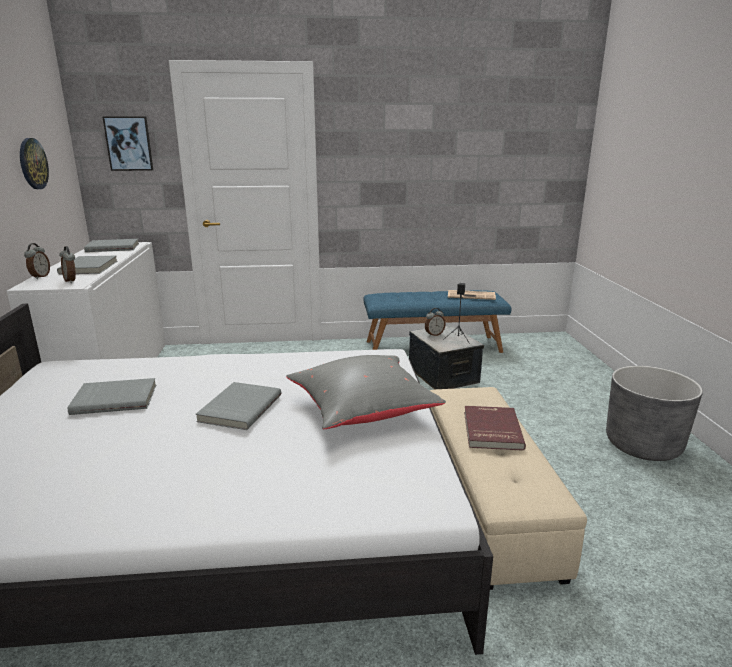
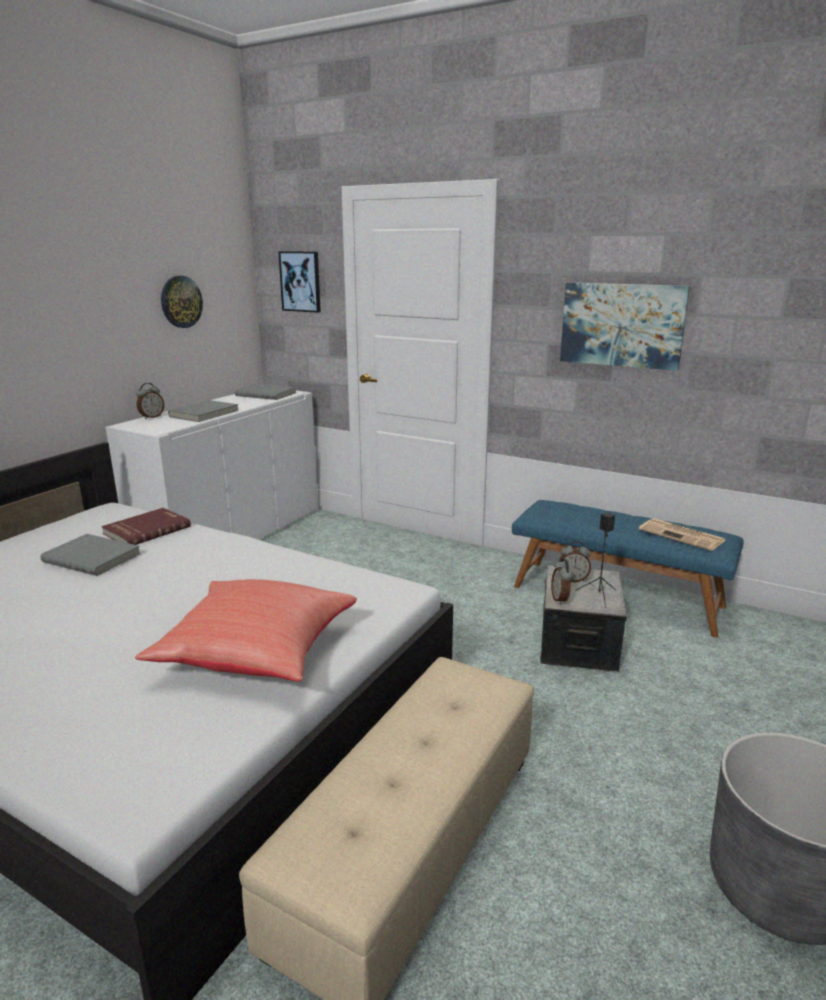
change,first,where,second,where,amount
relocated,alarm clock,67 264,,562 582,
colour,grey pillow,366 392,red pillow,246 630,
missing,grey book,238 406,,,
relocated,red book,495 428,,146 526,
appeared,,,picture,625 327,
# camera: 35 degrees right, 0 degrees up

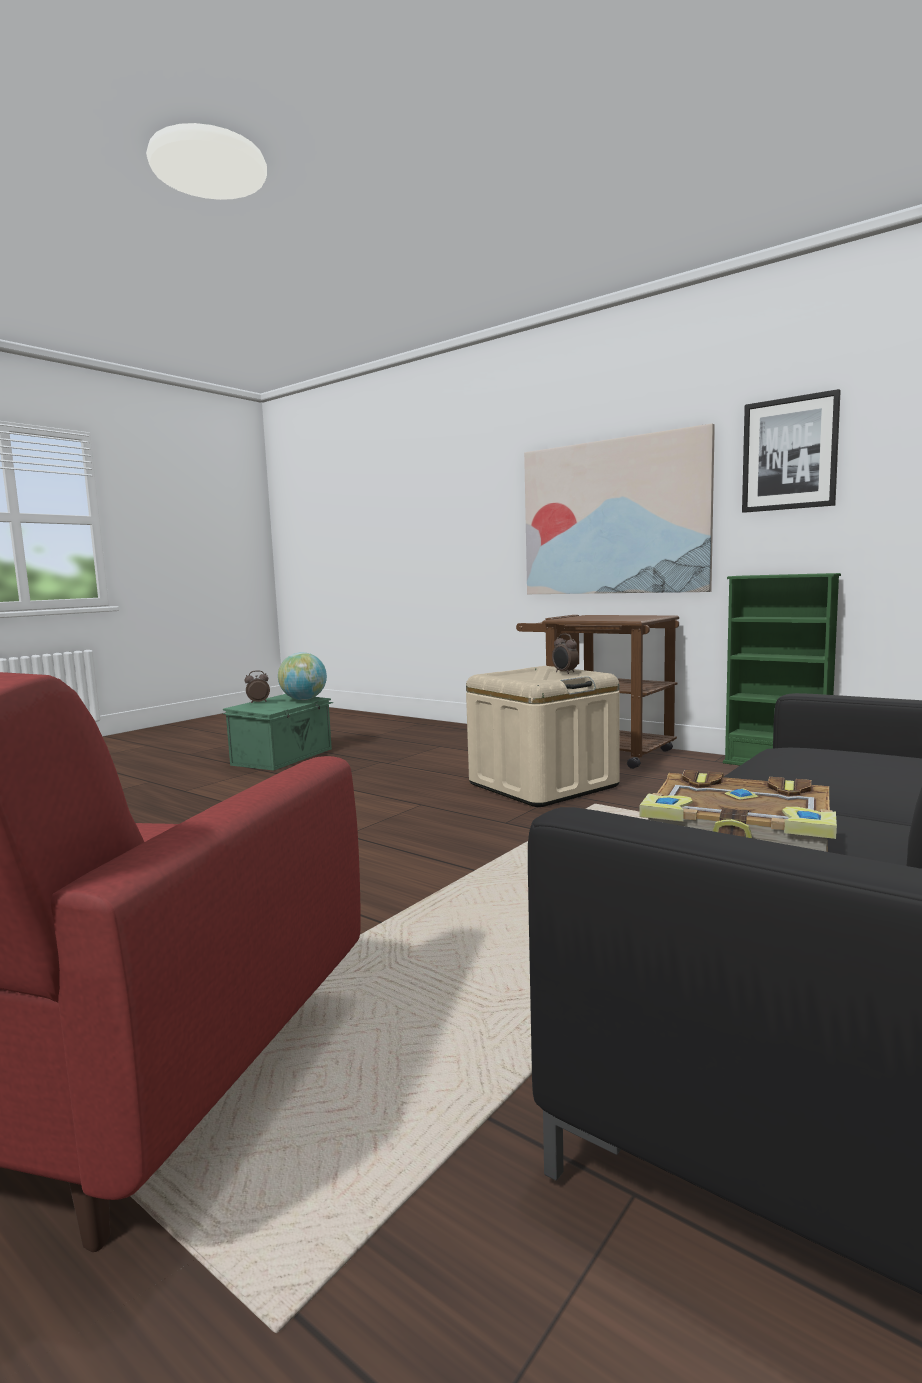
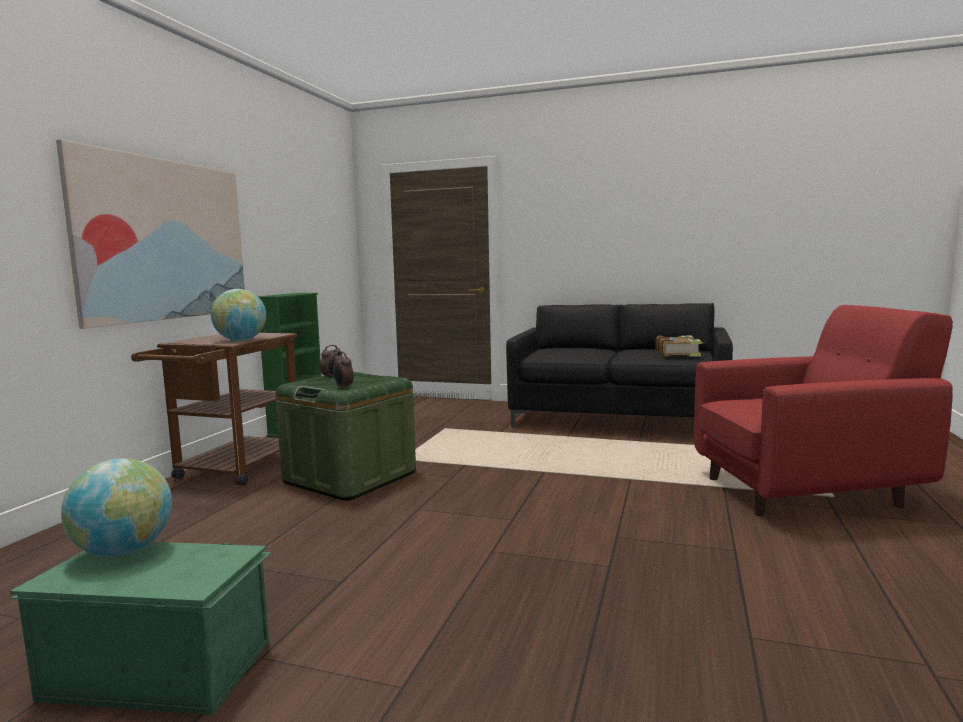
change,first,where,second,where,amount
missing,picture,791 451,,,
colour,beige storage box,543 736,green storage box,345 436,
relocated,alarm clock,257 686,,343 370,
appeared,,,globe,238 315,
# camera: 110 degrees left, 0 degrees up

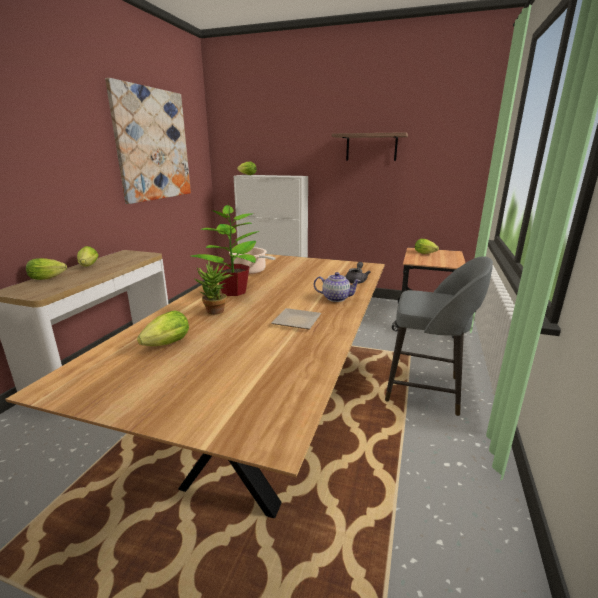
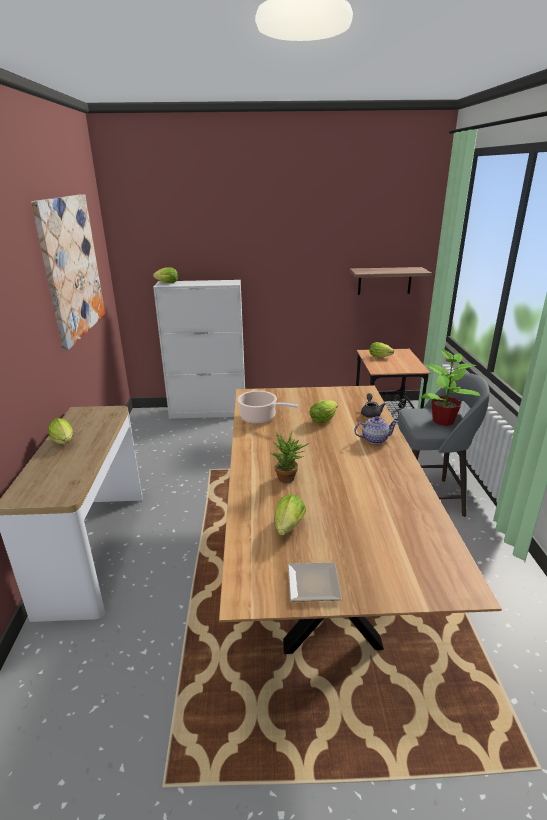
change,first,where,second,where,amount
relocated,shelf,370 146,,391 281,
relocated,potted plant,225 249,,451 387,
relocated,lettuce,46 269,,323 411,
relocated,plate,296 318,,315 582,
# camera: 20 degrees left, 5 degrees up

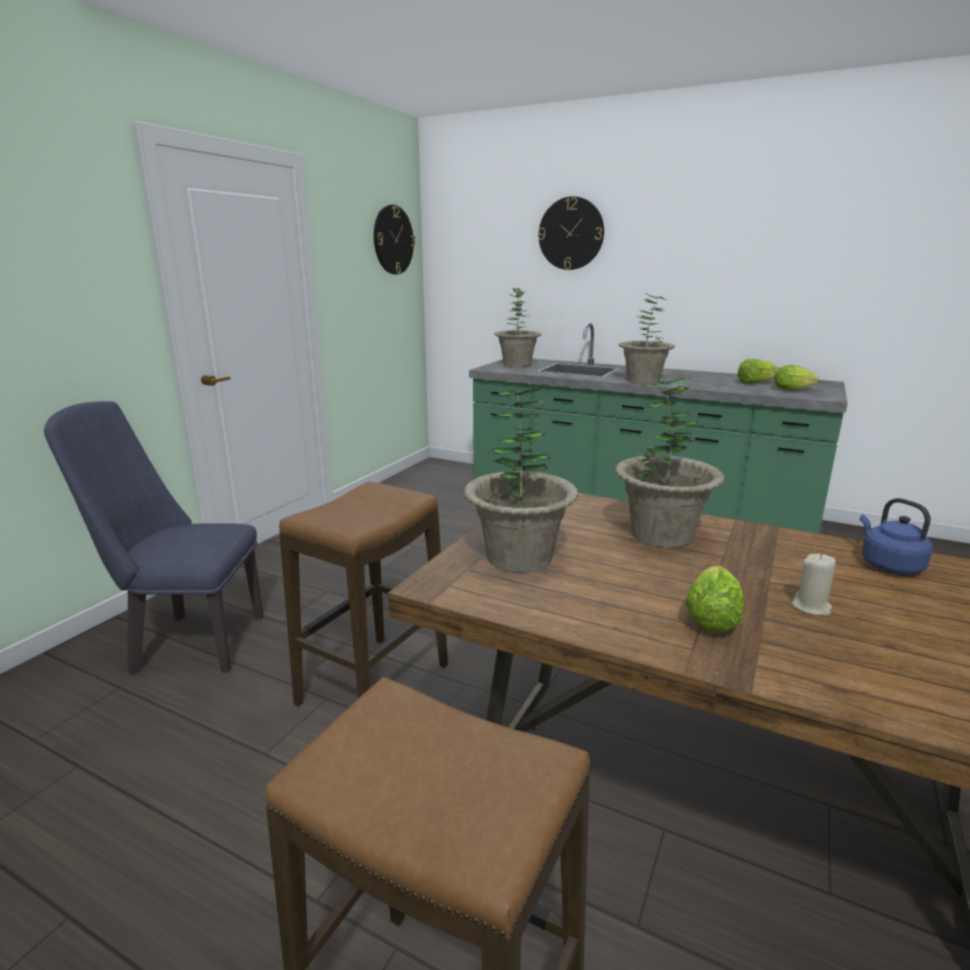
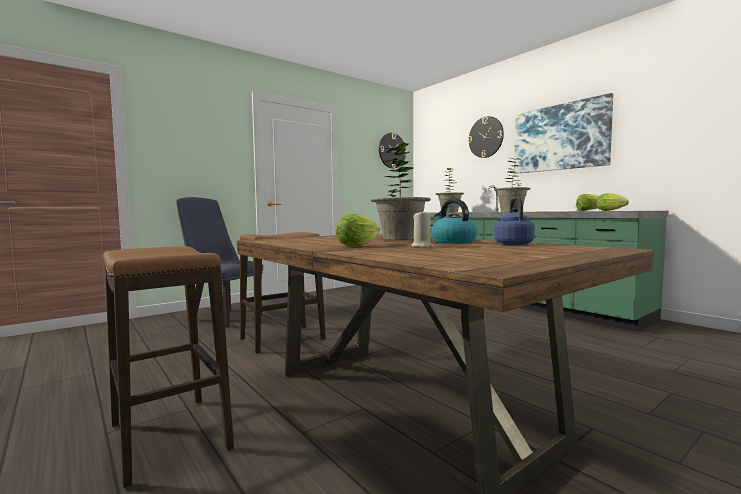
change,first,where,second,where,amount
missing,potted plant,521 481,,,
appeared,,,picture,563 133,
appeared,,,kettle,454 221,
# camera: 25 degrees right, 15 degrees down

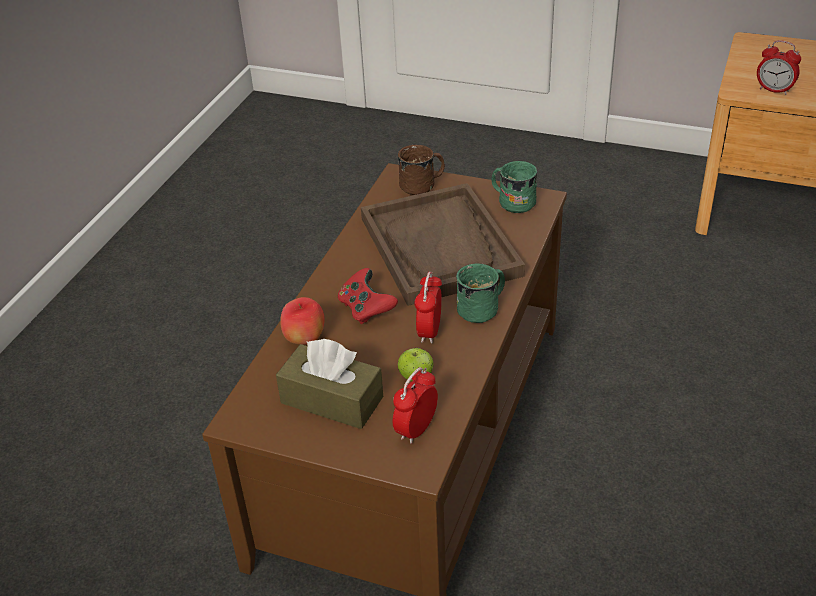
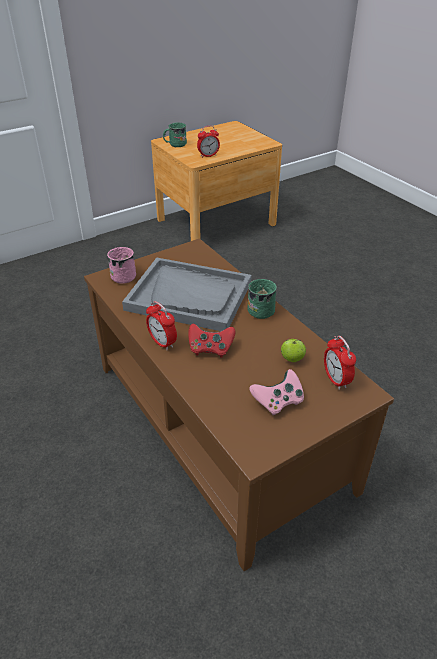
change,first,where,second,where,amount
colour,brown mug,421 170,pink mug,121 265,
relocated,green mug,514 187,,175 135,
colour,brown tray,443 244,grey tray,187 294,
relocated,alarm clock,428 308,,161 326,
missing,apple,302 321,,,
exchanged,brown tissue box,329 384,pink game controller,276 392,
# camera: 55 degrees left, 0 degrees up

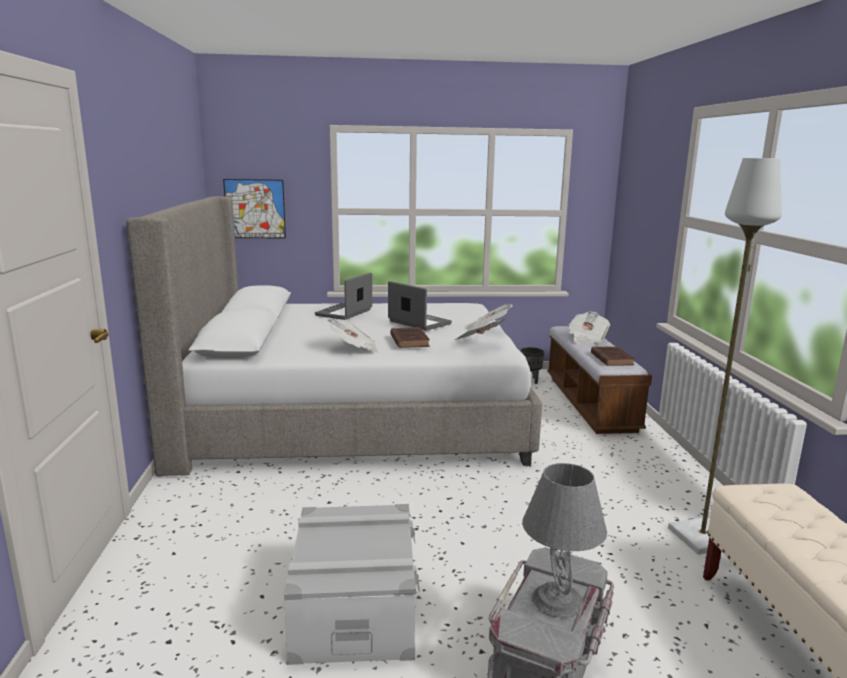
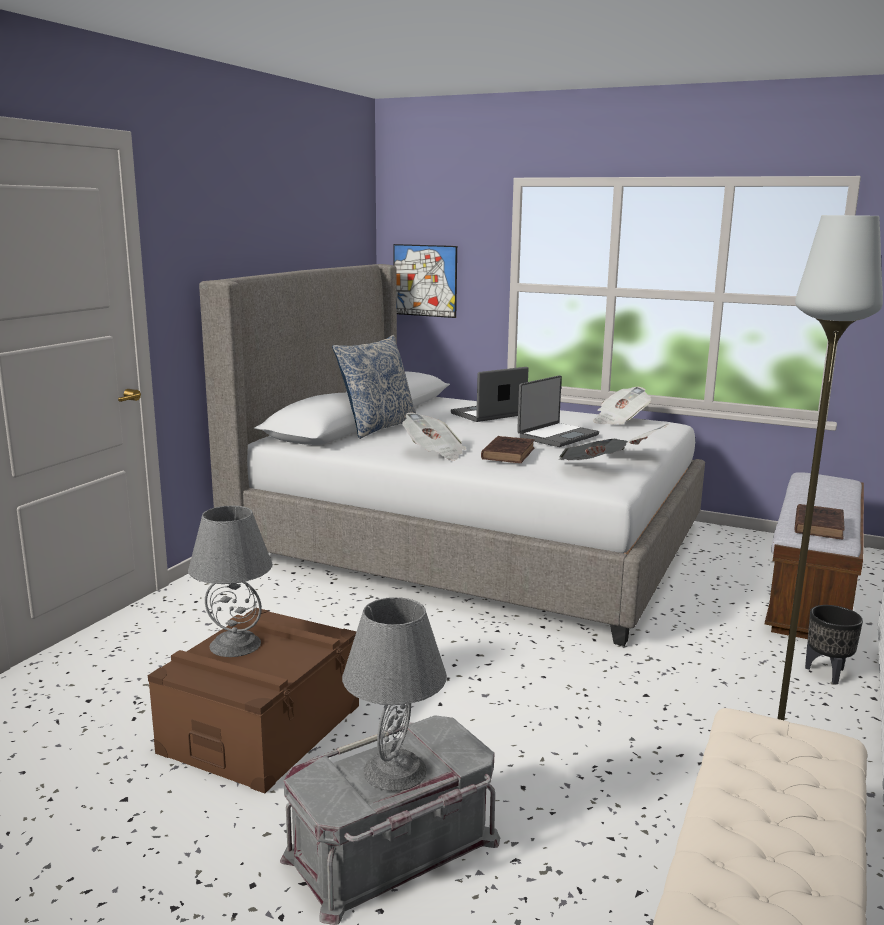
change,first,where,second,where,amount
spun,laptop,420 306,,558 411,60 degrees clockwise
relocated,newspaper,589 328,,622 406,
relocated,black planter,532 365,,834 644,
colour,grey storage box,352 584,brown storage box,253 701,
appeared,,,pillow,374 387,
appeared,,,grey table lamp,230 581,
# camera: 30 degrees right, 0 degrees up

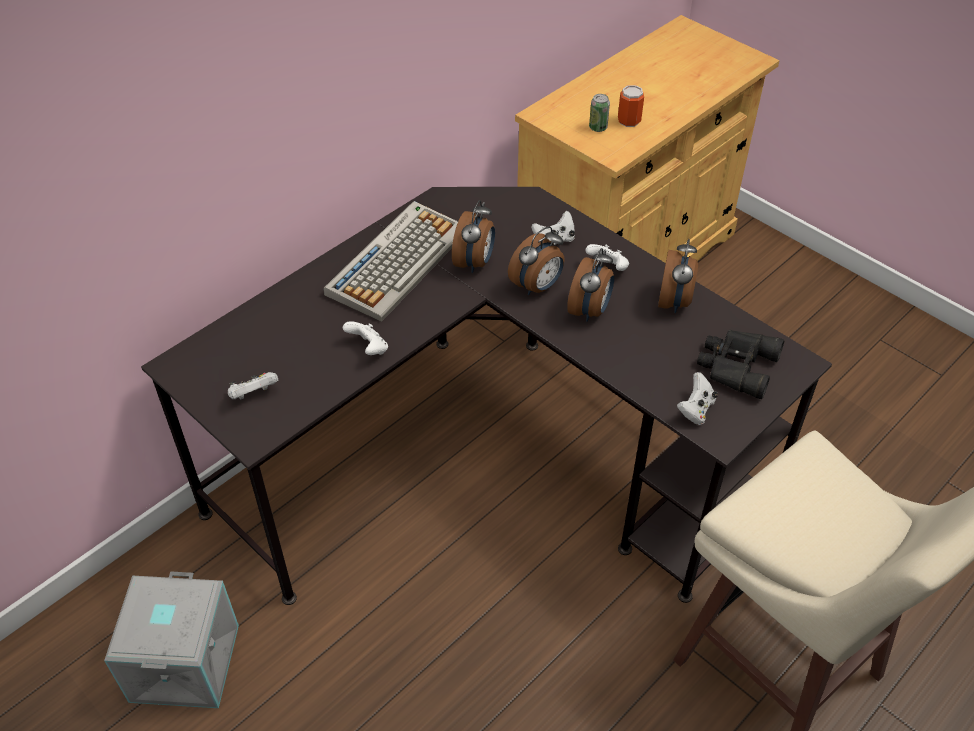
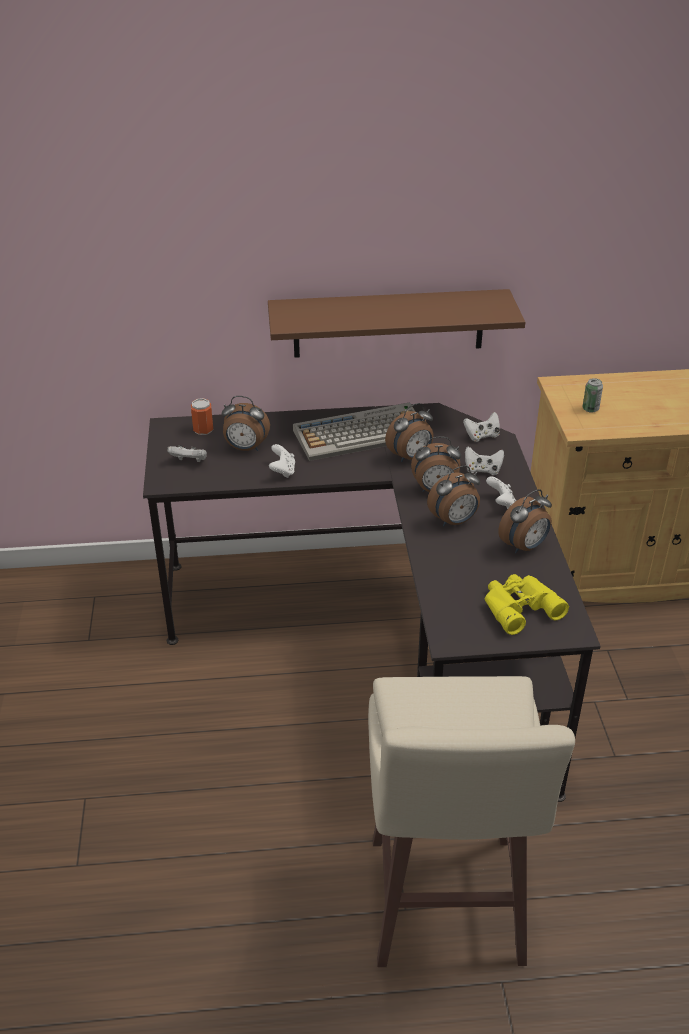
change,first,where,second,where,amount
relocated,can,631 106,,202 416,
colour,black binoculars,740 364,yellow binoculars,526 604,
relocated,white game controller,697 398,,481 427,
missing,grey storage box,171 639,,,
appeared,,,brown shelf,396 323,
appeared,,,alarm clock,246 423,
# camera: 40 degrees right, 10 degrees down

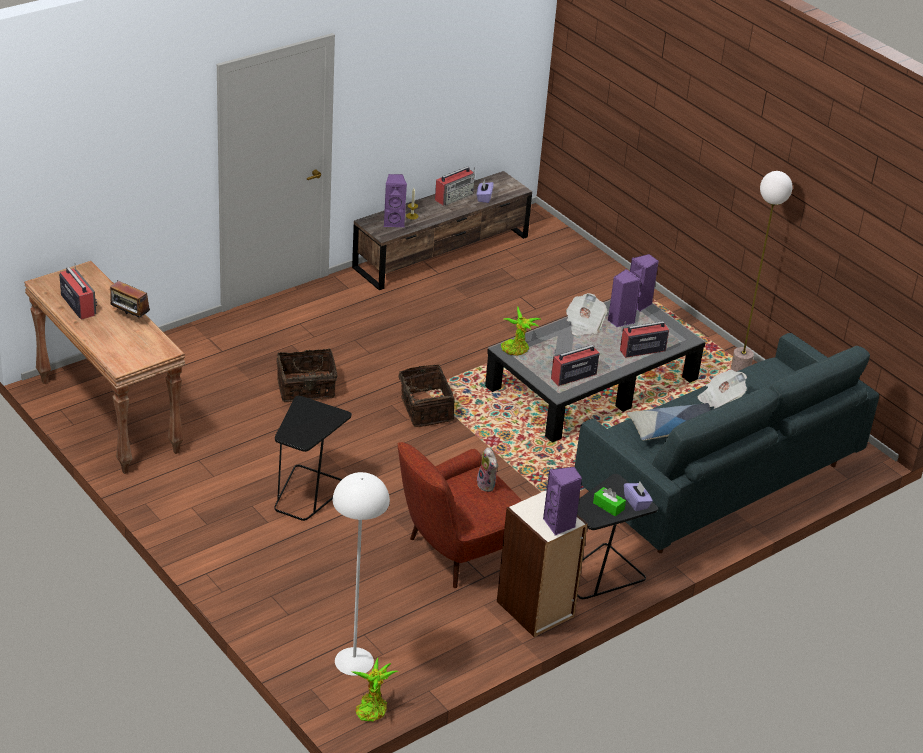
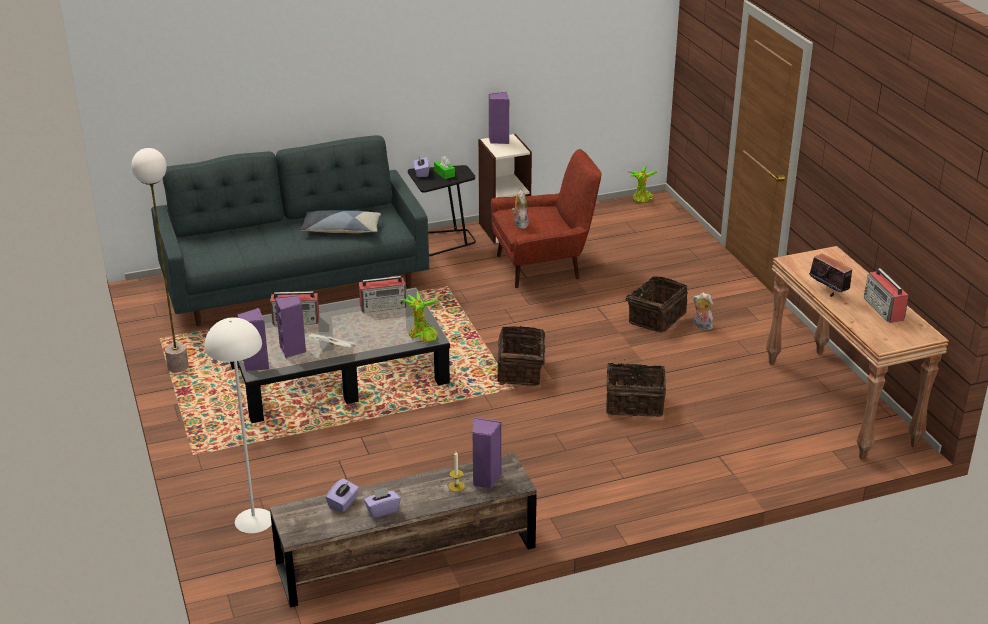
change,first,where,second,where,amount
exchanged,radio,455 185,purple tissue box,382 502,
missing,newspaper,722 389,,,
exchanged,black side table,313 458,basket,653 304,
relocated,white floor lamp,361 574,,238 425,
appeared,,,plush toy,703 311,
# camera: 160 degrees left, 5 degrees down

